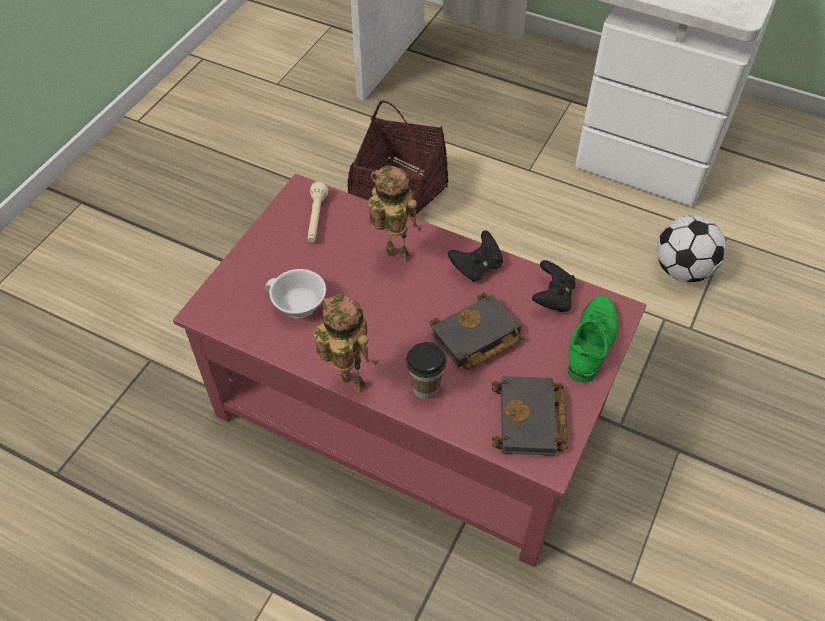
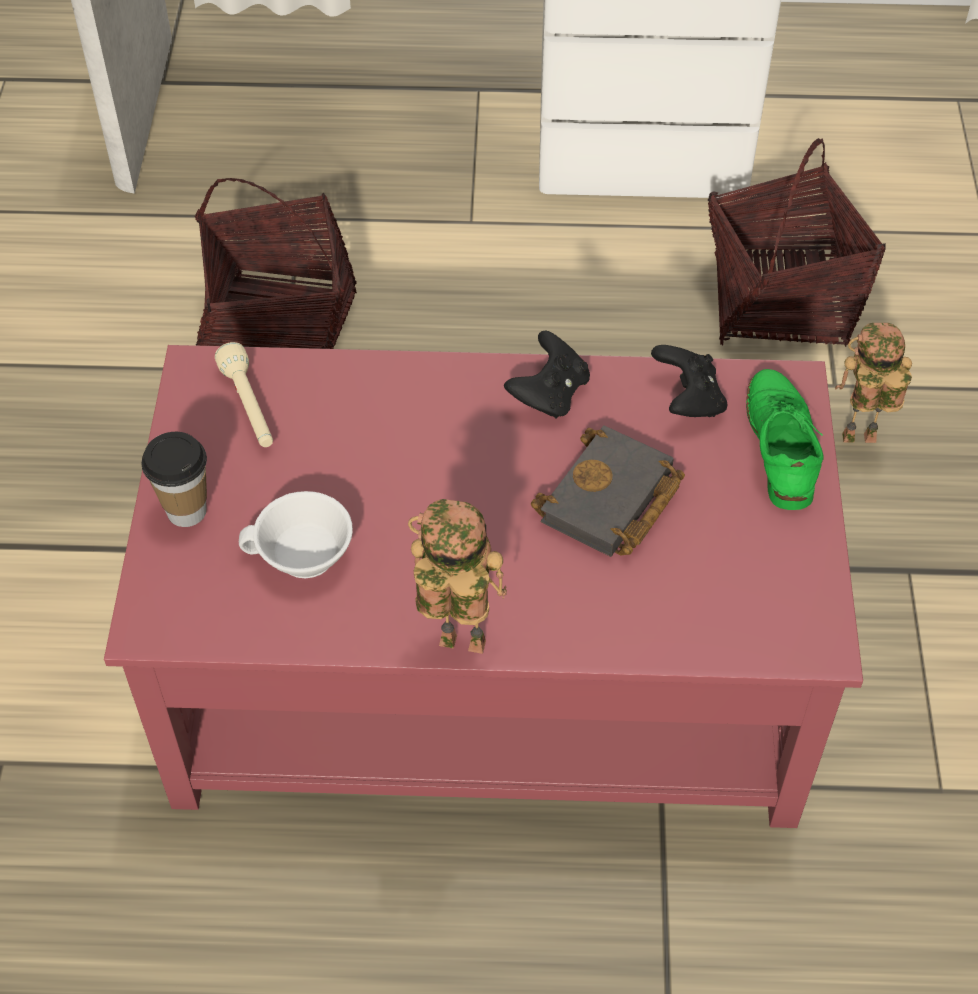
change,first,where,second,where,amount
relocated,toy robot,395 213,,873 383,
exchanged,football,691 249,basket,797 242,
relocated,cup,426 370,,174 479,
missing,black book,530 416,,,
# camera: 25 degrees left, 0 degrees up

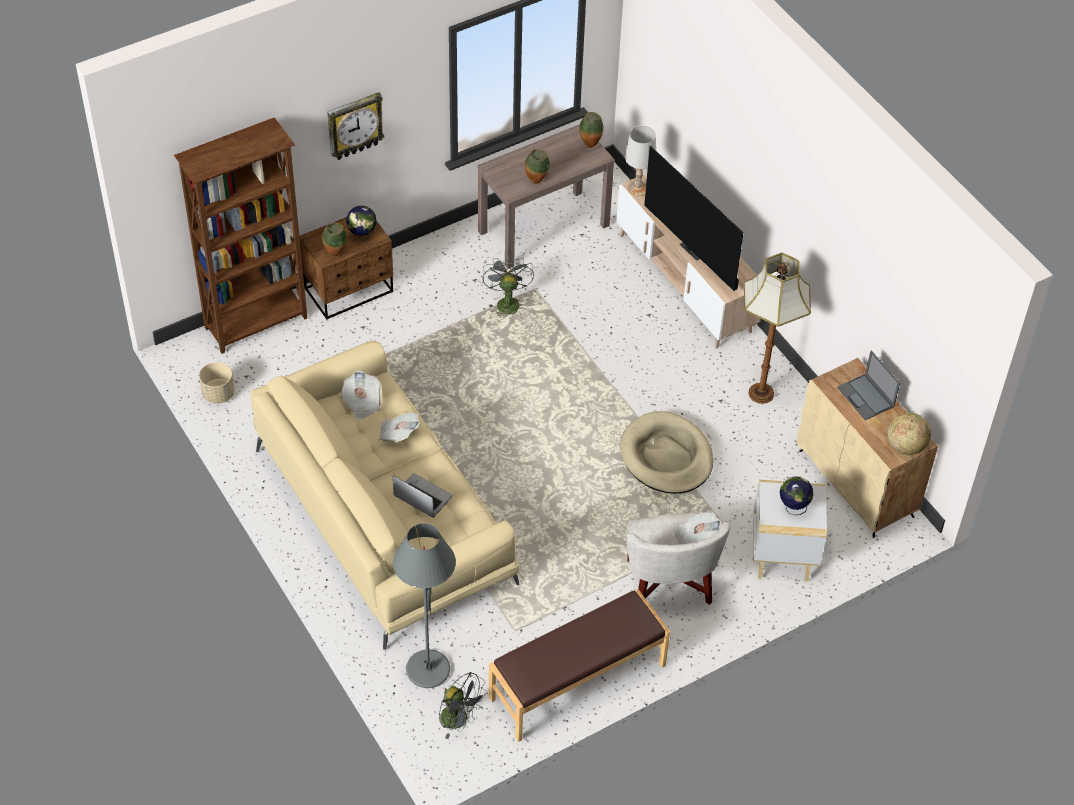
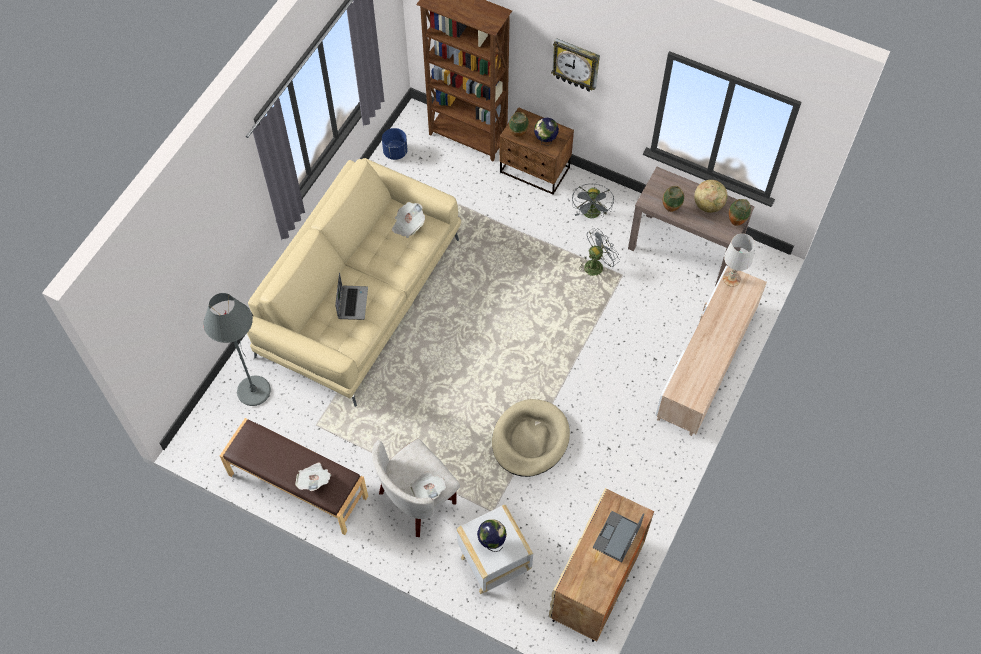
change,first,where,second,where,amount
missing,television,694 218,,,
missing,floor lamp,777 328,,,
colour,beige planter,216 383,blue planter,395 144,
relocated,newspaper,399 427,,313 477,
relocated,globe,909 433,,711 196,
relocated,grey fan,463 705,,593 201,
# camera: 60 degrees right, 10 degrees up

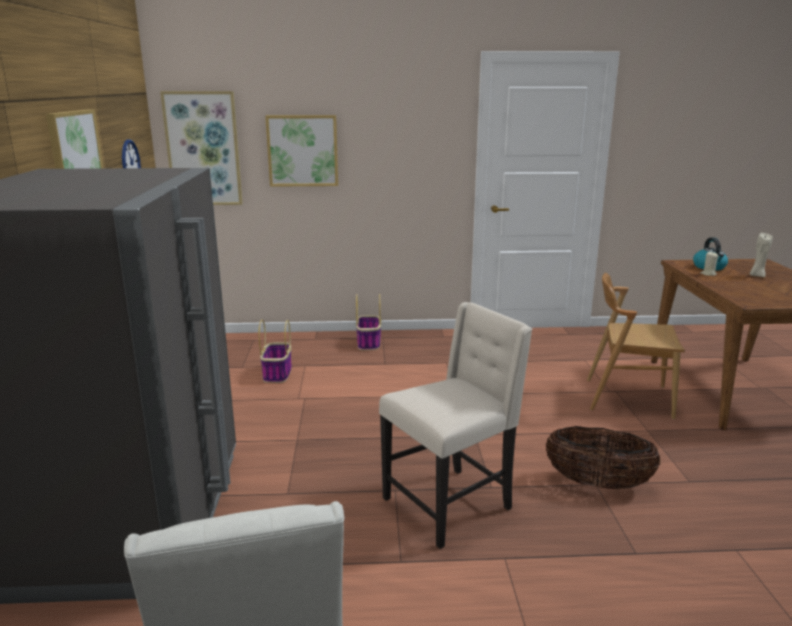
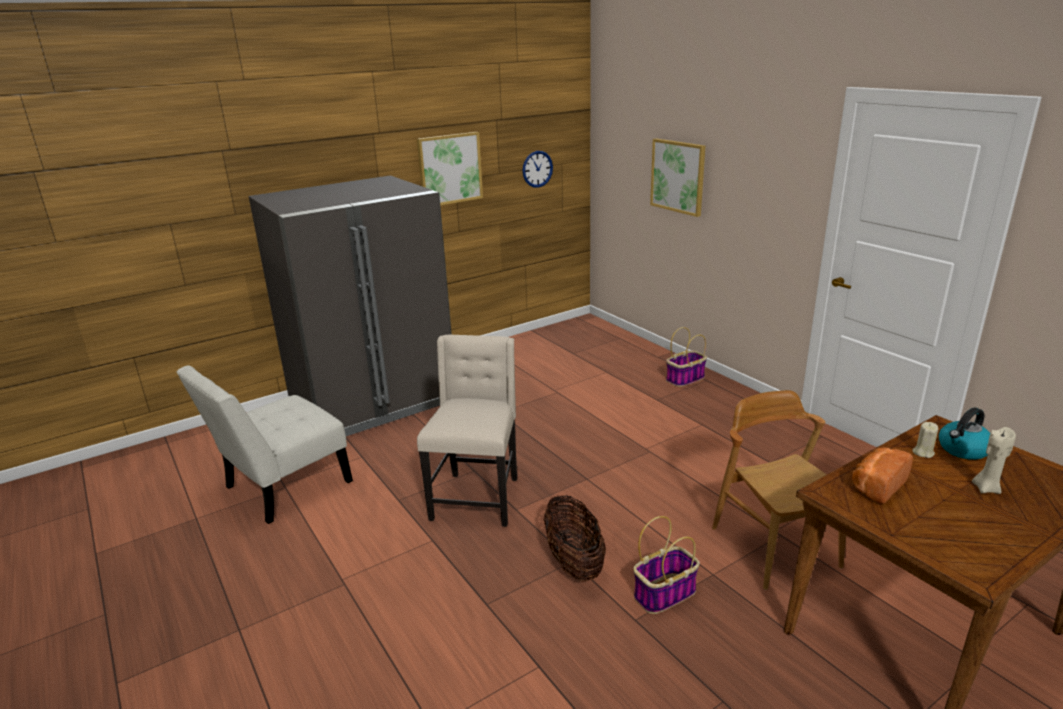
change,first,where,second,where,amount
missing,picture,201 148,,,
spun,beige chair,455 425,,467 431,105 degrees counterclockwise
relocated,basket,275 351,,666 565,
appeared,,,bread,882 476,
# camera: 60 degrees right, 5 degrees up

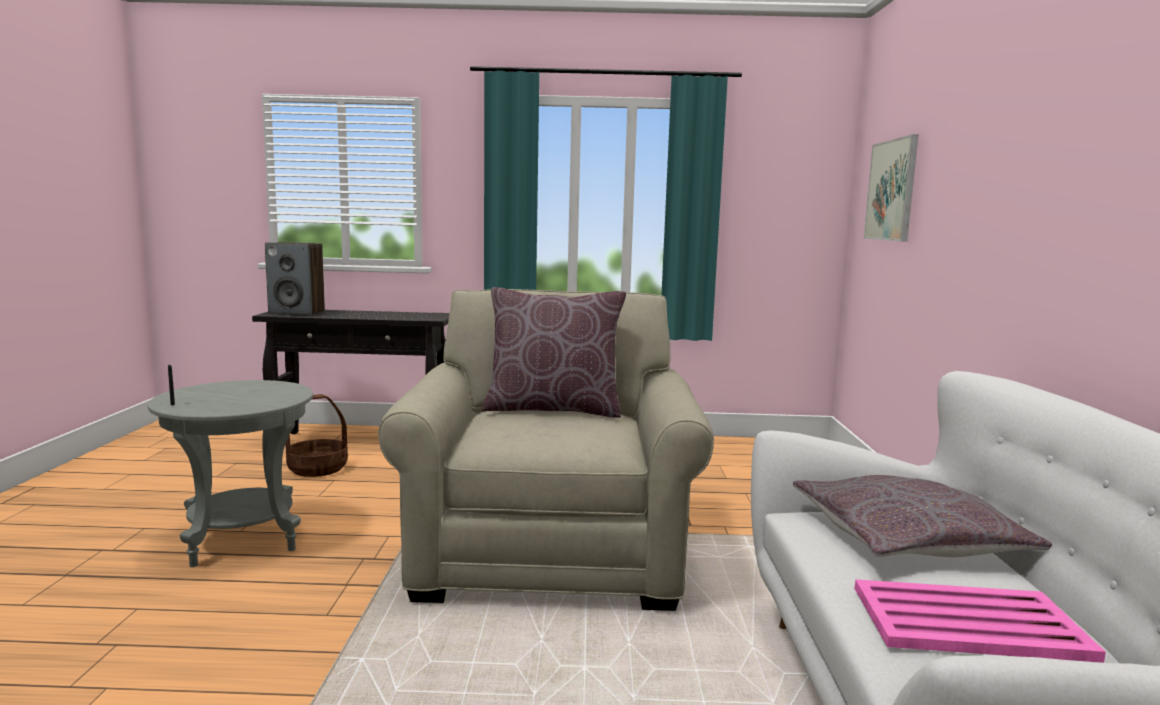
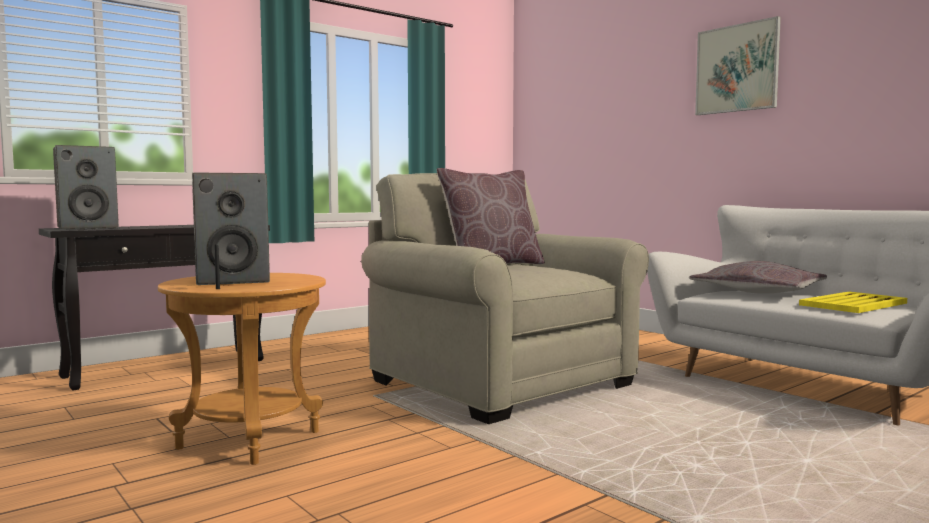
change,first,where,second,where,amount
relocated,picture,891 188,,738 65,
colour,grey side table,230 473,brown side table,242 369,
missing,basket,317 435,,,
colour,pink tray,980 621,yellow tray,853 302,
appeared,,,speaker,231 229,
# camera: 40 degrees left, 5 degrees down

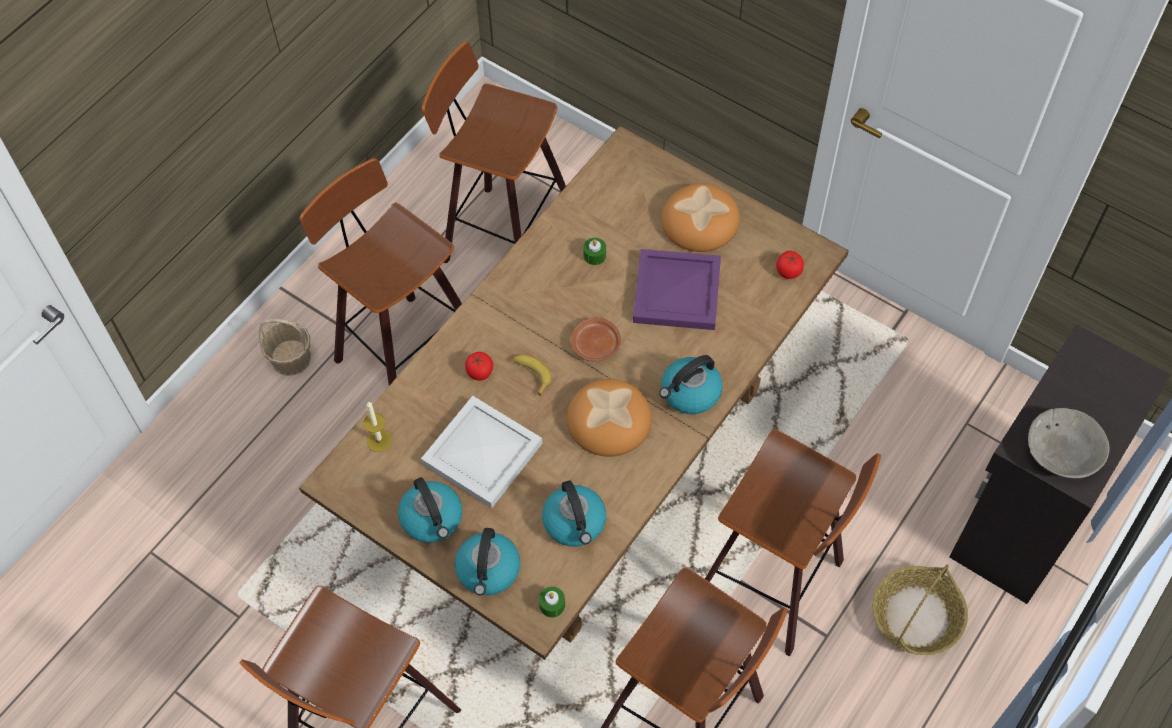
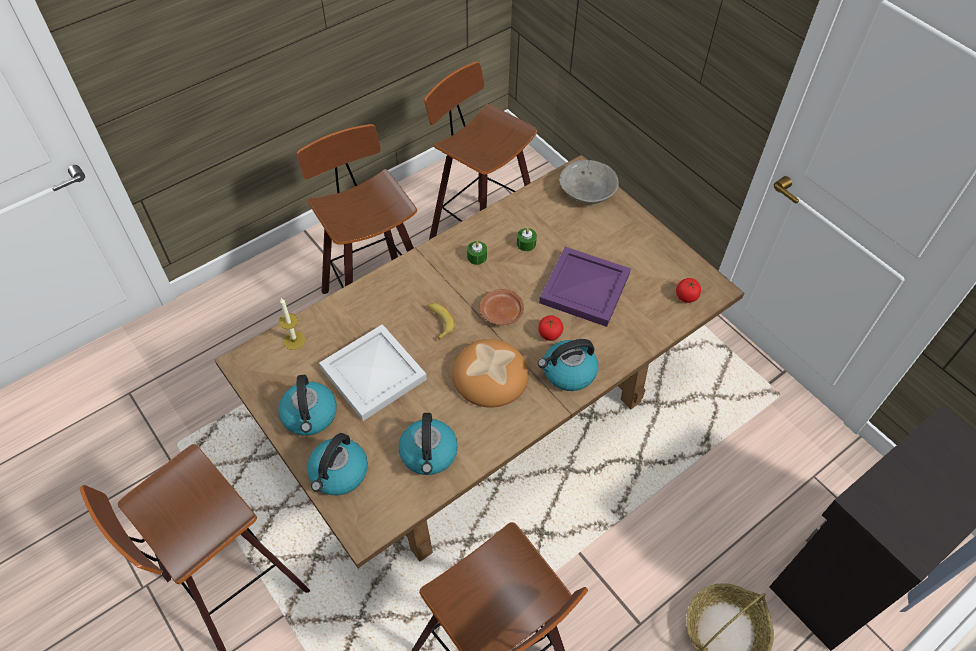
change,first,where,second,where,amount
missing,bread,700 217,,,
missing,basket,285 347,,,
relocated,tomato,479 366,,551 328,
relocated,grey bowl,1068 443,,589 182,
missing,stool,793 543,,,
relocated,green candle,552 602,,477 253,
# camera: 15 degrees right, 5 degrees down

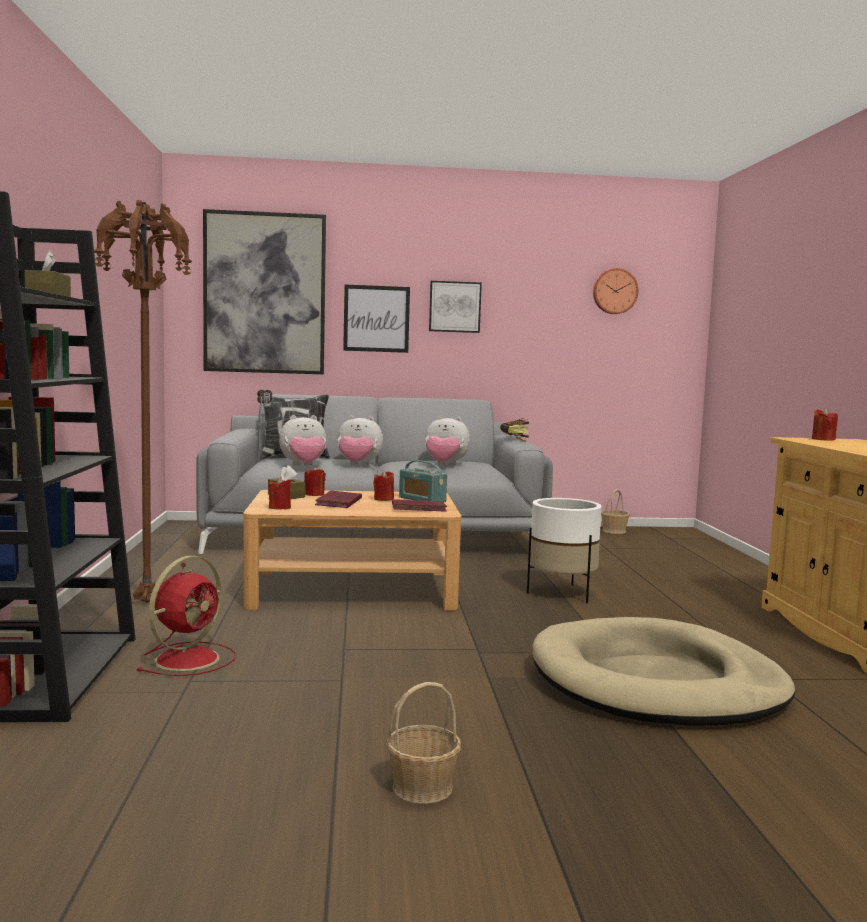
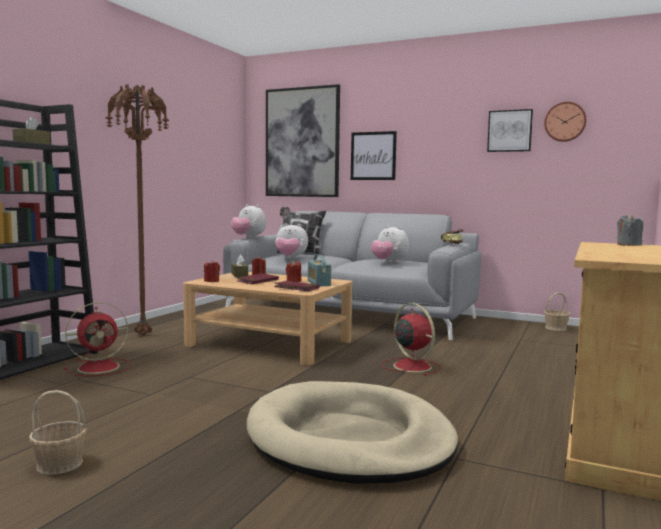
change,first,where,second,where,amount
relocated,picture,455 307,,510 130,
colour,red candle,825 424,grey candle,630 229,
relocated,plush toy,360 440,,248 221,
exchanged,white planter,564 550,red fan,411 339,
# camera: 30 degrees right, 0 degrees up

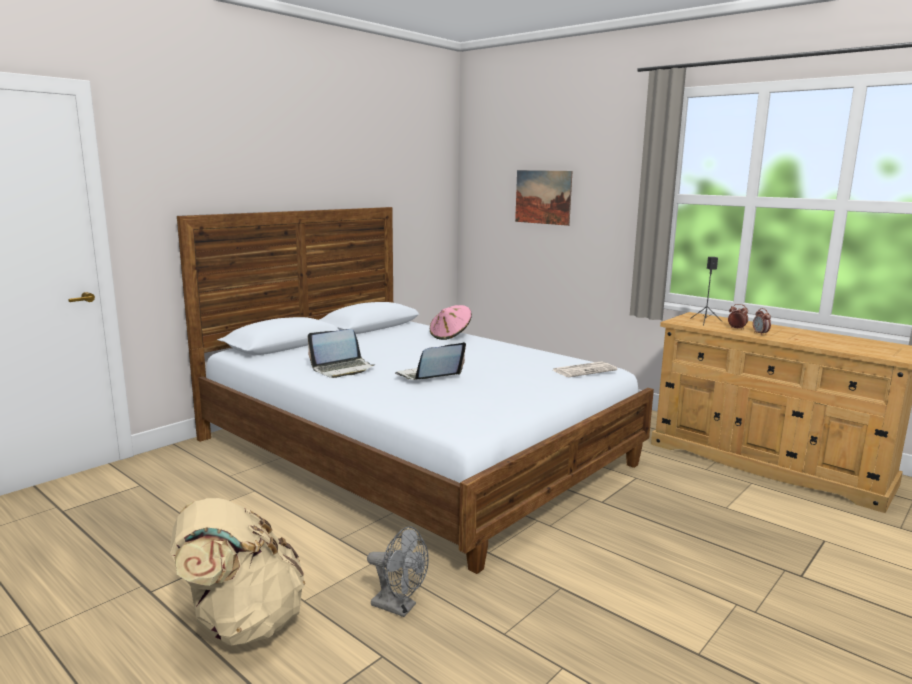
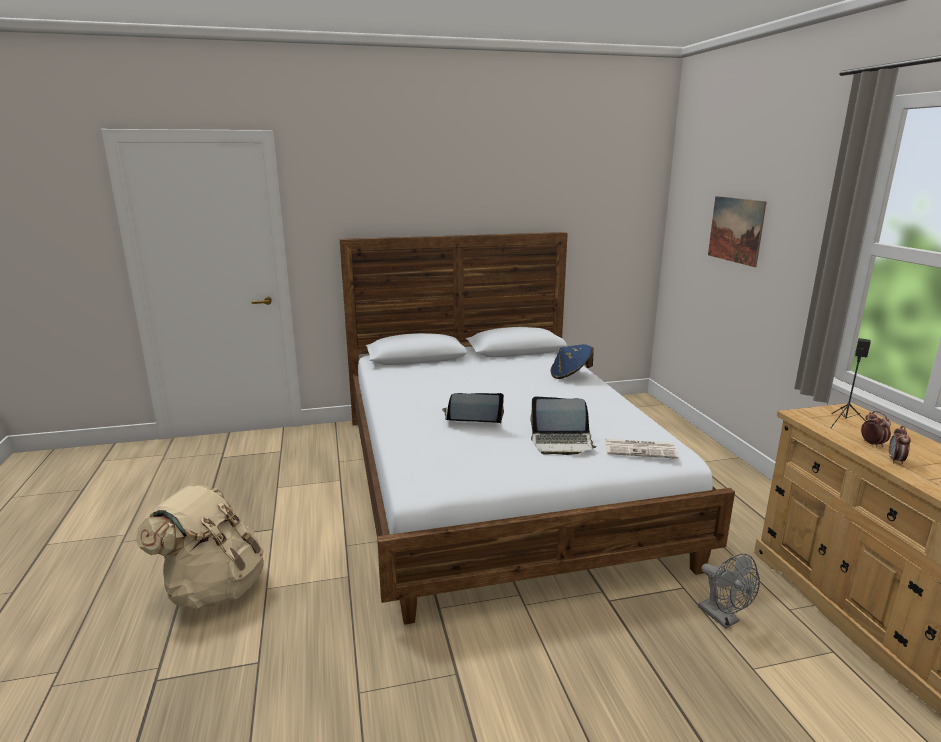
change,first,where,second,where,amount
colour,pink hat,451 322,blue hat,572 361,
relocated,laptop,341 353,,563 426,
relocated,grey fan,398 571,,729 591,
# camera: 35 degrees right, 5 degrees up

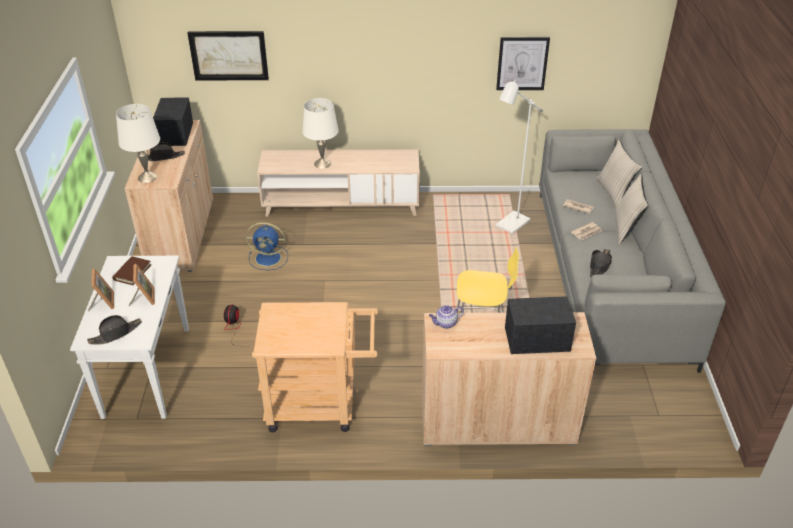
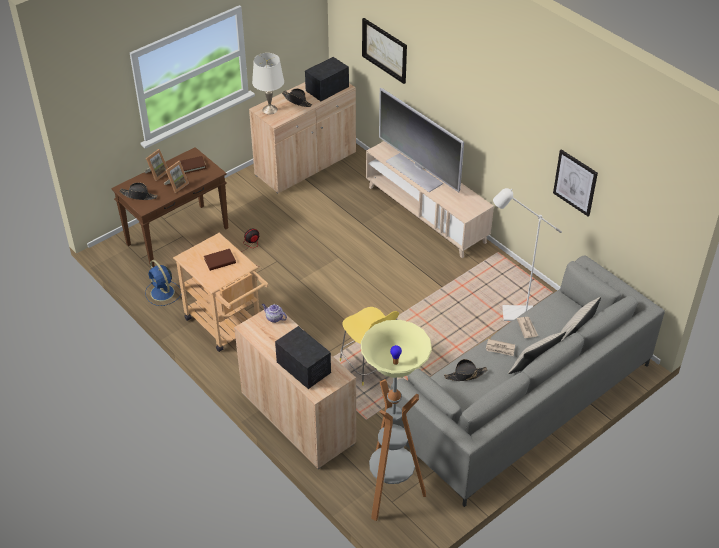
change,first,where,second,where,amount
exchanged,white table lamp,320 133,television,421 140,
relocated,blue fan,267 246,,163 283,
colour,white console table,129 337,brown console table,169 207,
appeared,,,brown book,220 260,
appeared,,,floor lamp,396 420,
# camera: 50 degrees right, 5 degrees up

